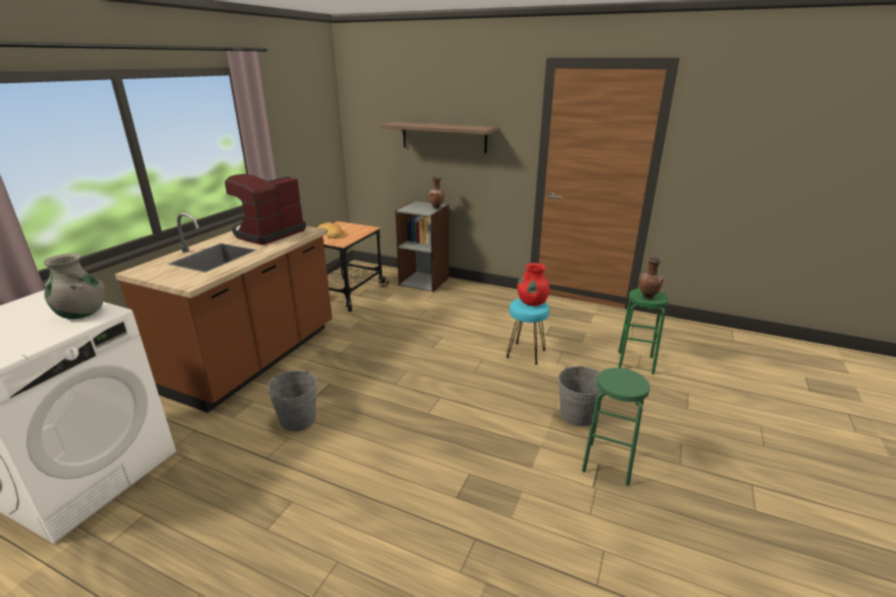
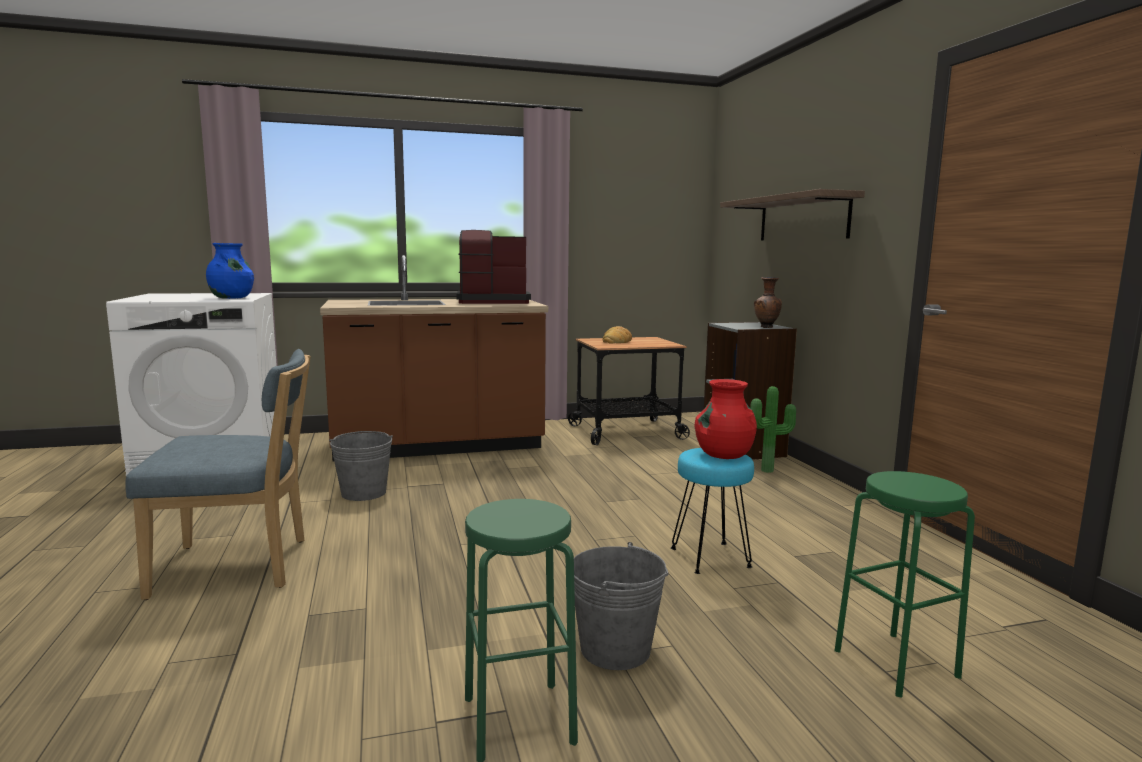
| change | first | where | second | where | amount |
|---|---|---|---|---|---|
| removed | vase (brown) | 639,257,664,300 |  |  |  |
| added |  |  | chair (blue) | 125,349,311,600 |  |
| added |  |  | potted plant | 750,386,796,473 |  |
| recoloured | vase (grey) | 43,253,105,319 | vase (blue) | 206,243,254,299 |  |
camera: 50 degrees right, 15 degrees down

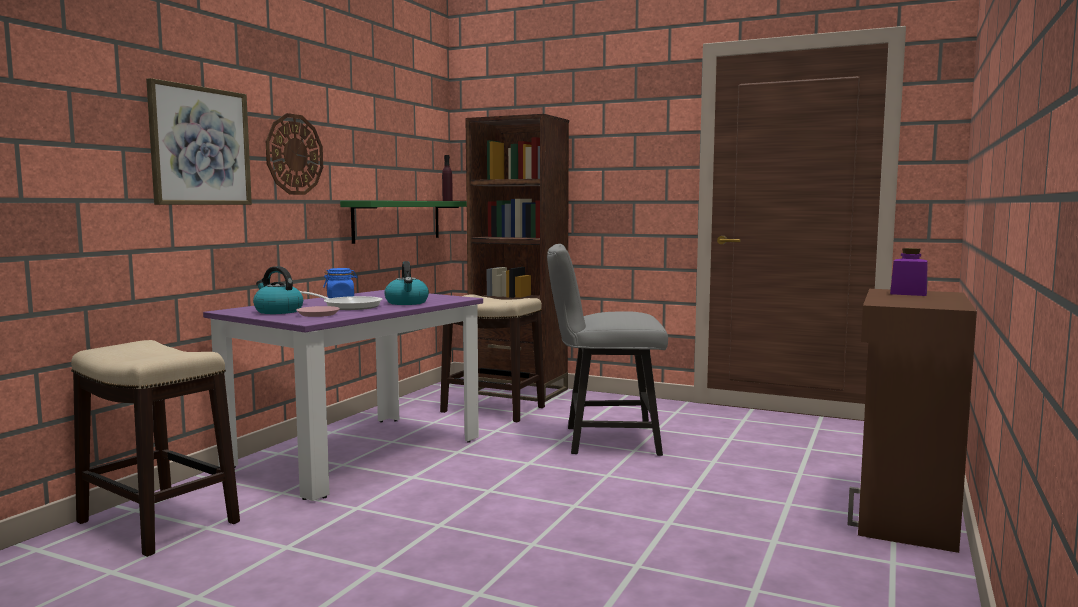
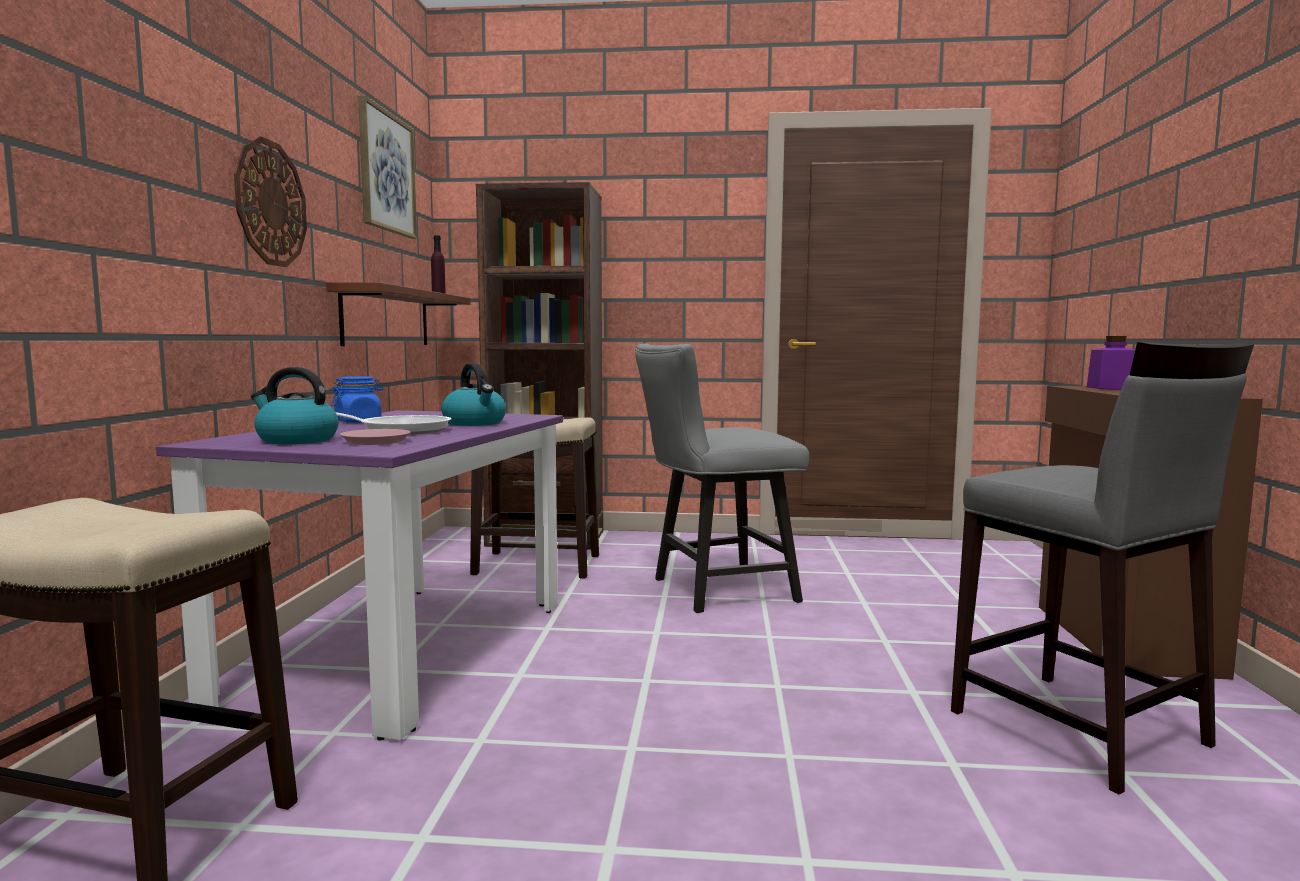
| change | first | where | second | where | amount |
|---|---|---|---|---|---|
| added |  |  | stool (grey) | 951,342,1254,795 |  |
| moved | picture | 146,78,252,205 |  | 358,95,417,239 |  |
| recoloured | shelf (green) | 340,201,467,244 | shelf (brown) | 326,282,470,346 |  |
camera: 20 degrees left, 0 degrees up

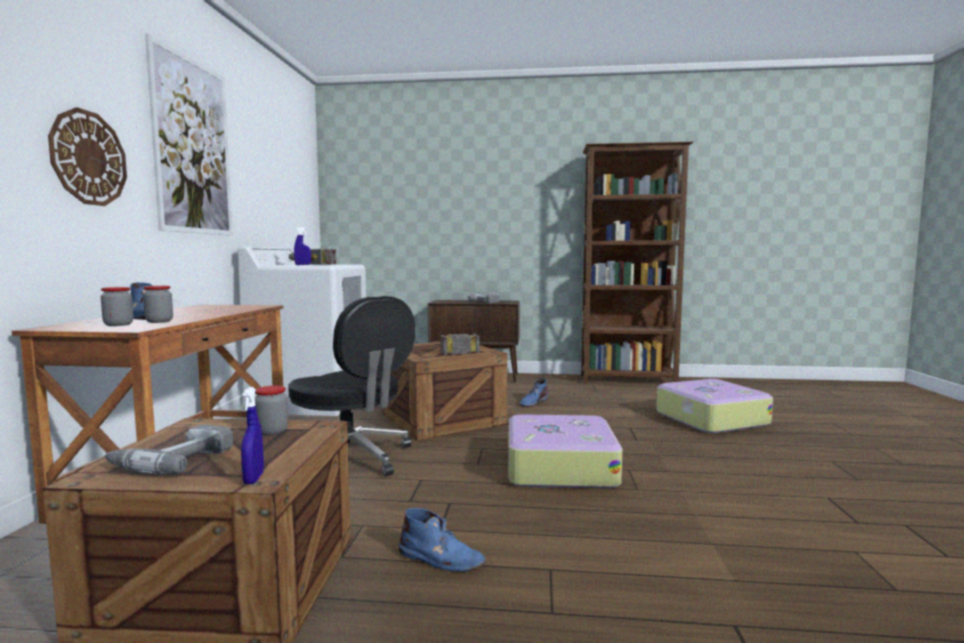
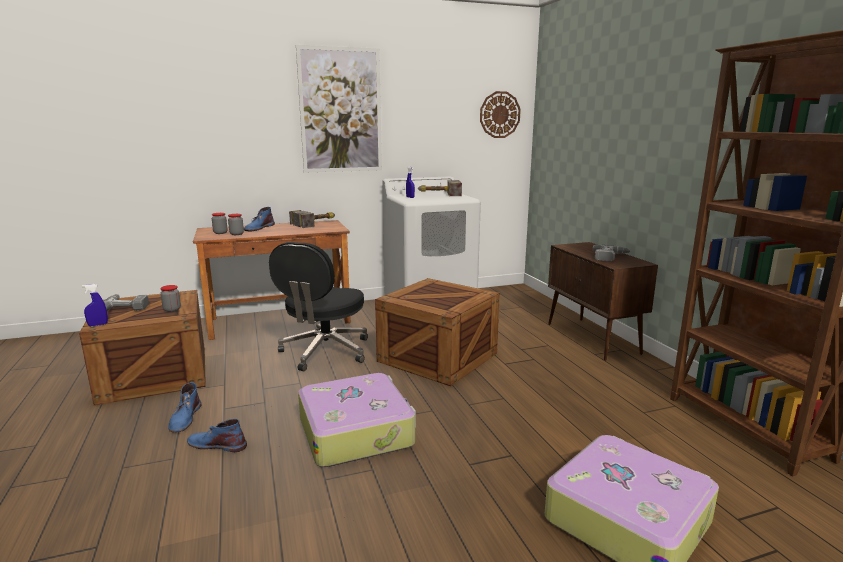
| change | first | where | second | where | amount |
|---|---|---|---|---|---|
| moved | wall clock | 48,107,127,206 |  | 480,91,521,138 |  |
| moved | hammer | 441,334,479,355 |  | 289,210,335,228 |  |
| moved | boot (blue) | 519,379,549,407 |  | 187,419,247,452 |  |
camera: 65 degrees right, 10 degrees up

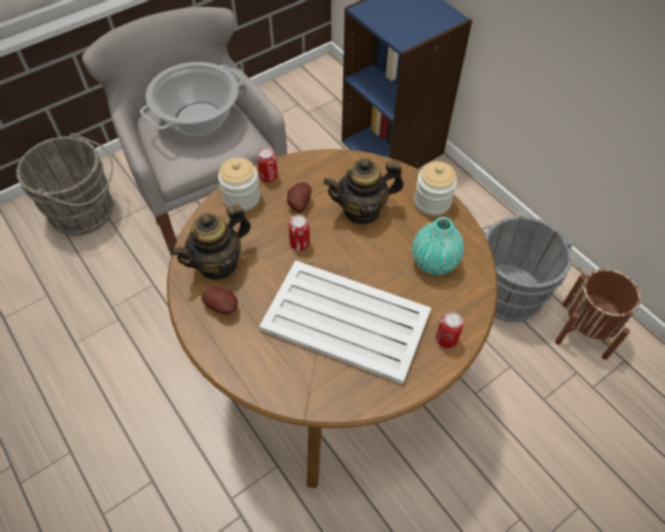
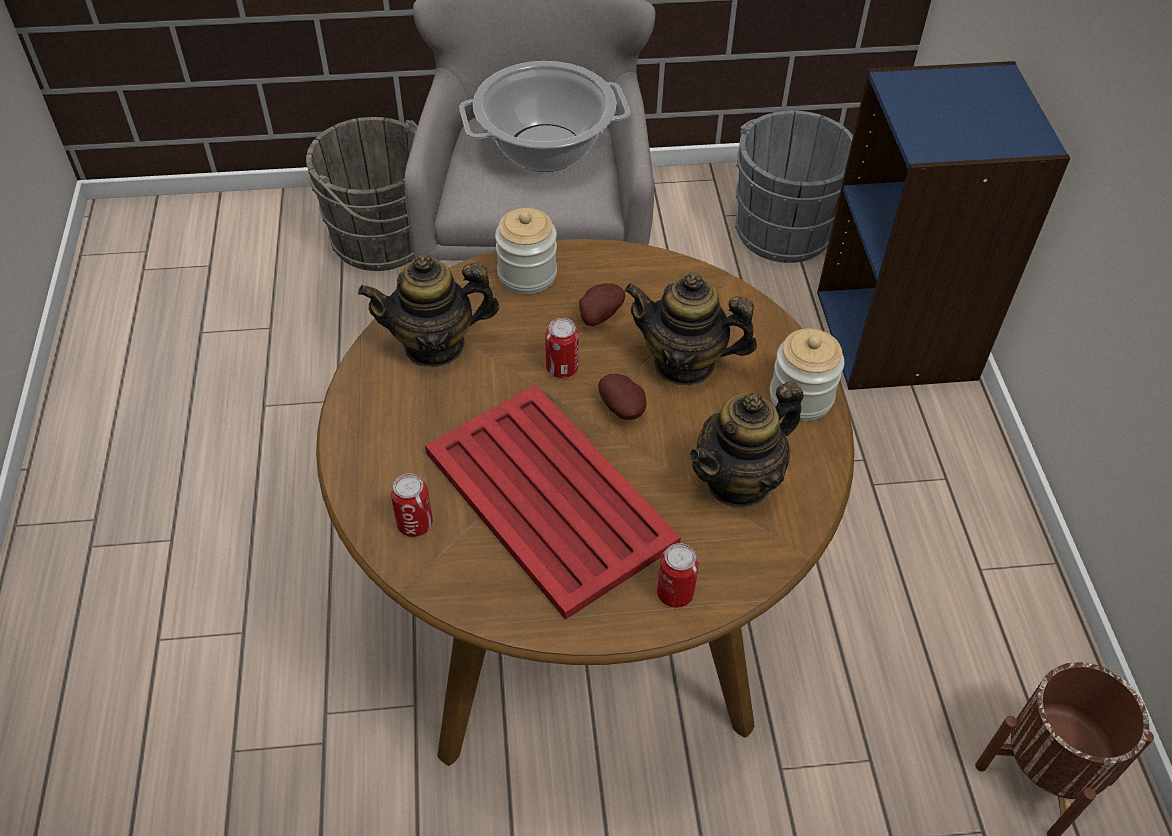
| change | first | where | second | where | amount |
|---|---|---|---|---|---|
| moved | potato | 201,287,238,315 |  | 598,373,647,420 |  |
| moved | can | 257,147,278,182 |  | 391,473,433,537 |  |
| moved | bucket (grey) | 481,216,573,322 |  | 735,110,853,263 |  |
| replaced | vase (turquoise) | 412,217,464,275 | teapot | 689,381,803,509 |  |
| recoloured | tray (white) | 259,260,431,385 | tray (red) | 425,385,681,620 |  |
camera: 30 degrees right, 5 degrees down

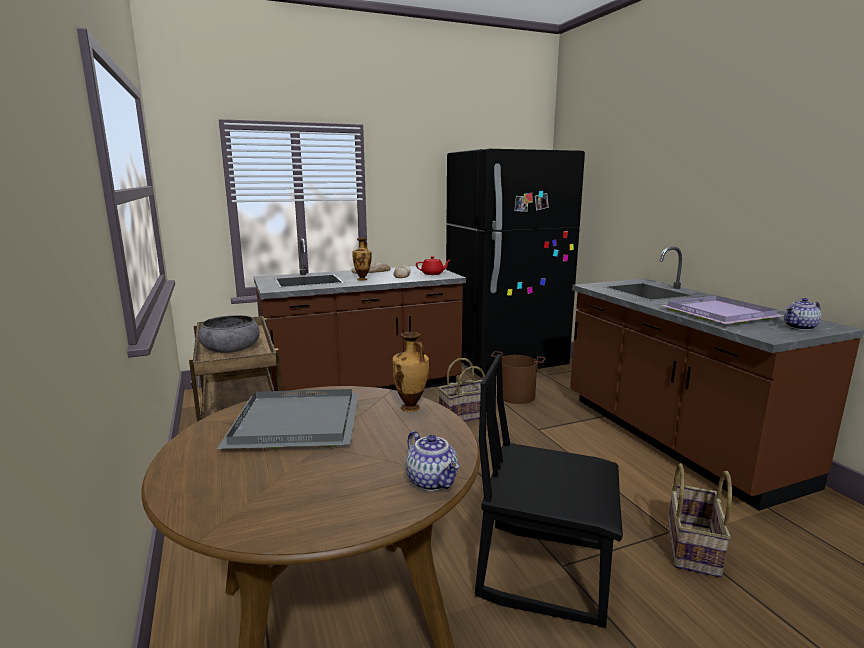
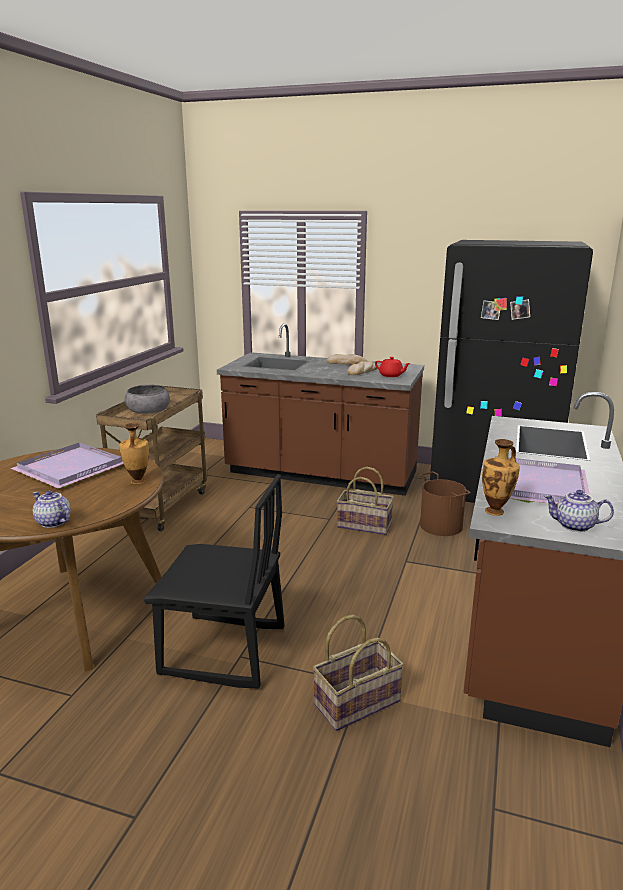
| change | first | where | second | where | amount |
|---|---|---|---|---|---|
| moved | vase | 353,238,372,281 |  | 482,439,520,516 |  |
| recoloured | tray (grey) | 217,389,359,449 | tray (purple) | 10,443,124,488 |  |
| turned | teapot | 406,431,459,491 |  | 33,491,71,528 | 120 degrees clockwise |
| turned | chair (black) | 475,354,623,628 |  | 144,474,285,688 | 135 degrees clockwise |
camera: 40 degrees right, 5 degrees up

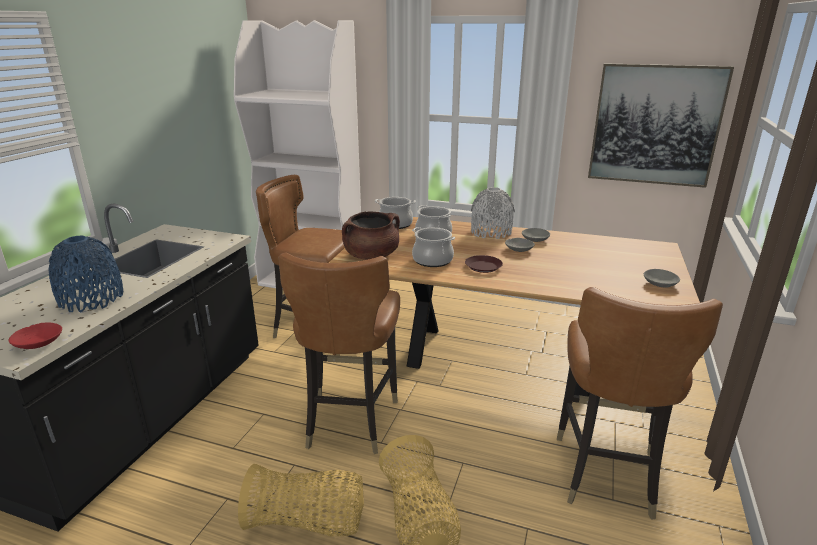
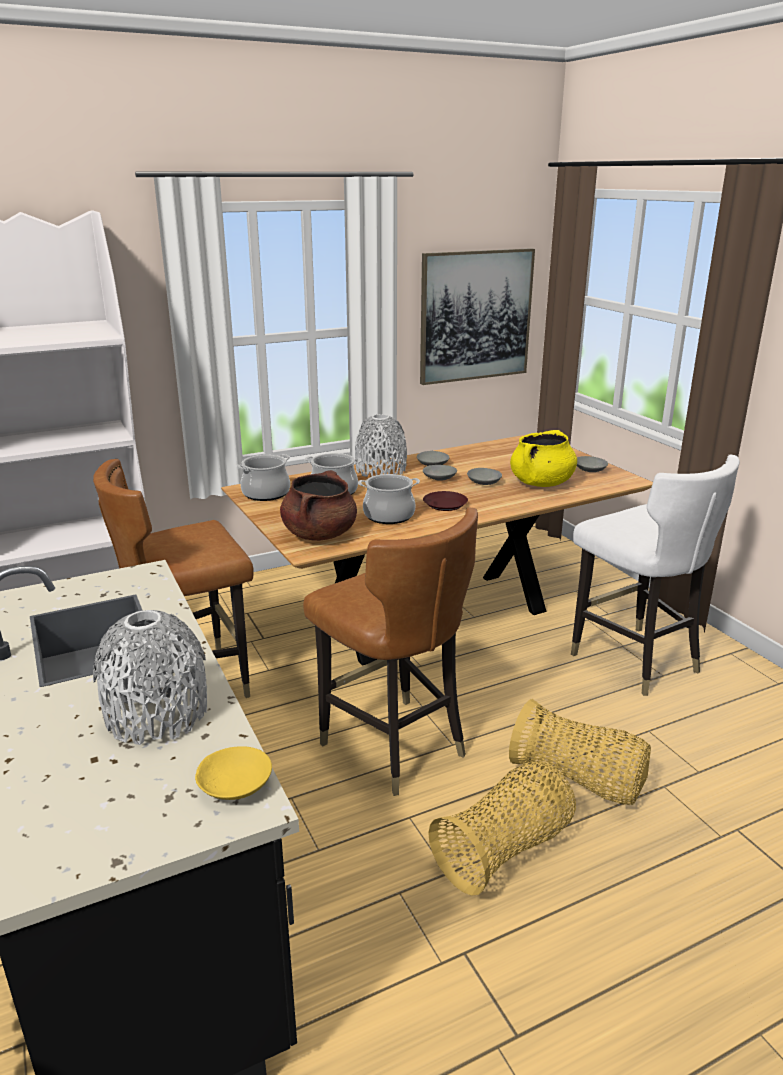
| change | first | where | second | where | amount |
|---|---|---|---|---|---|
| added |  |  | bowl (grey) | 467,468,502,485 |  |
| added |  |  | cooking pot (yellow) | 510,430,577,487 |  |
| recoloured | bowl (red) | 9,322,62,349 | bowl (yellow) | 195,746,272,800 |  |
| recoloured | vase (blue) | 49,236,123,312 | vase (grey) | 93,610,207,745 |  |
| recoloured | chair (brown) | 557,287,723,520 | chair (white) | 571,455,740,696 |  |
camera: 45 degrees left, 0 degrees up

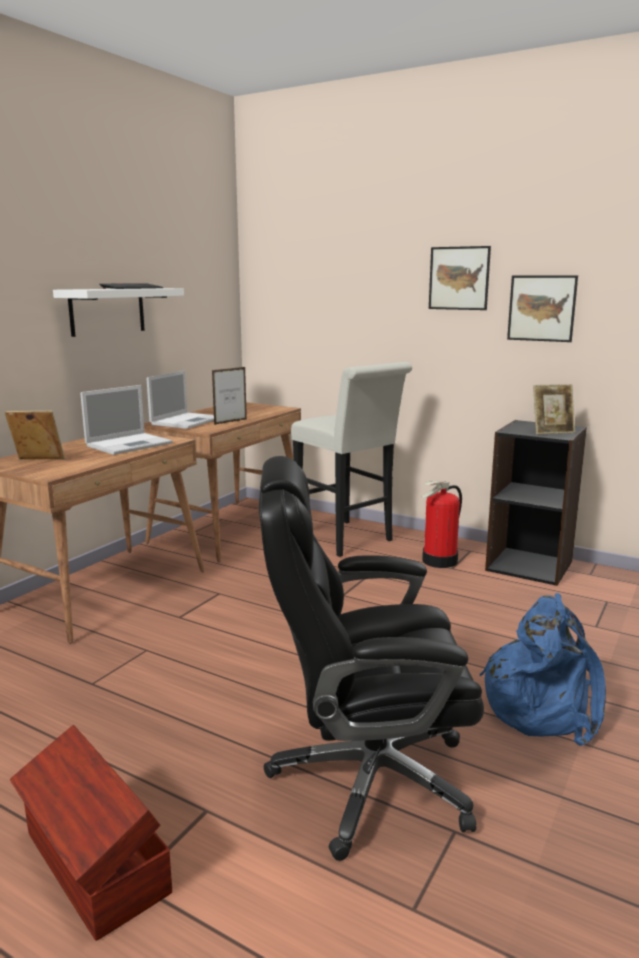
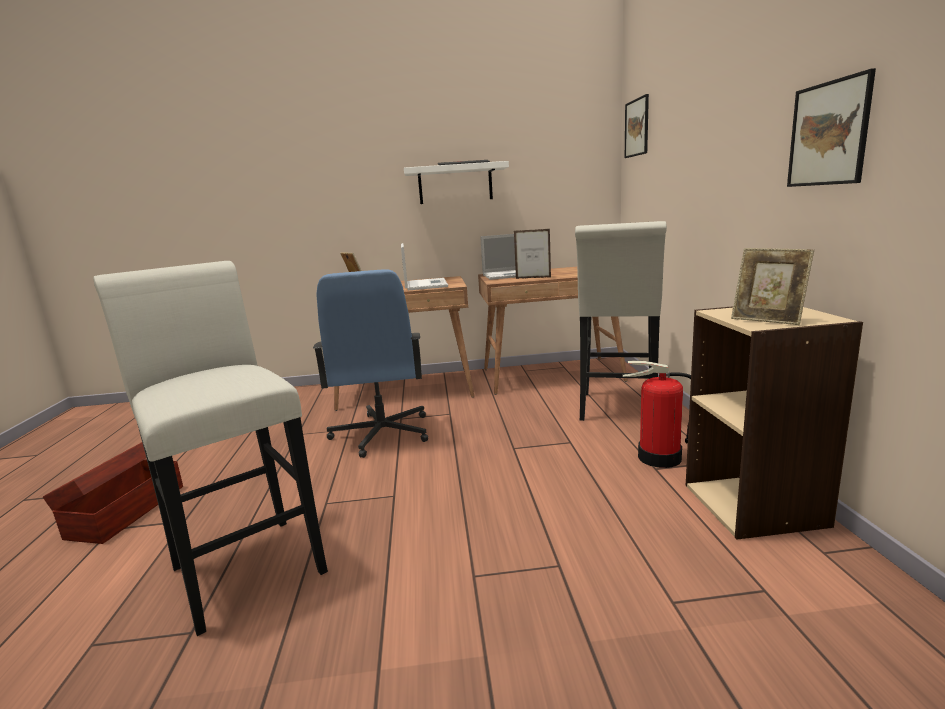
| change | first | where | second | where | amount |
|---|---|---|---|---|---|
| removed | backpack (blue) | 479,593,606,746 |  |  |  |
| added |  |  | office chair (blue) | 313,269,428,458 |  |
| moved | picture | 429,246,491,310 |  | 625,94,649,158 |  |
| replaced | office chair (black) | 259,456,484,861 | stool (white) | 93,261,328,636 |  |
| recoloured | bookcase (black) | 485,420,587,586 | bookcase (beige) | 686,306,863,539 |  |
| turned | laptop | 80,385,173,455 |  | 401,243,448,290 | 105 degrees counterclockwise |
camera: 55 degrees right, 0 degrees up

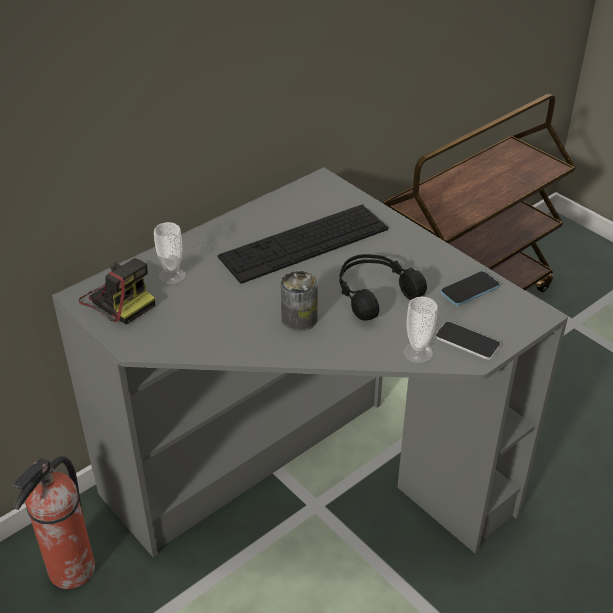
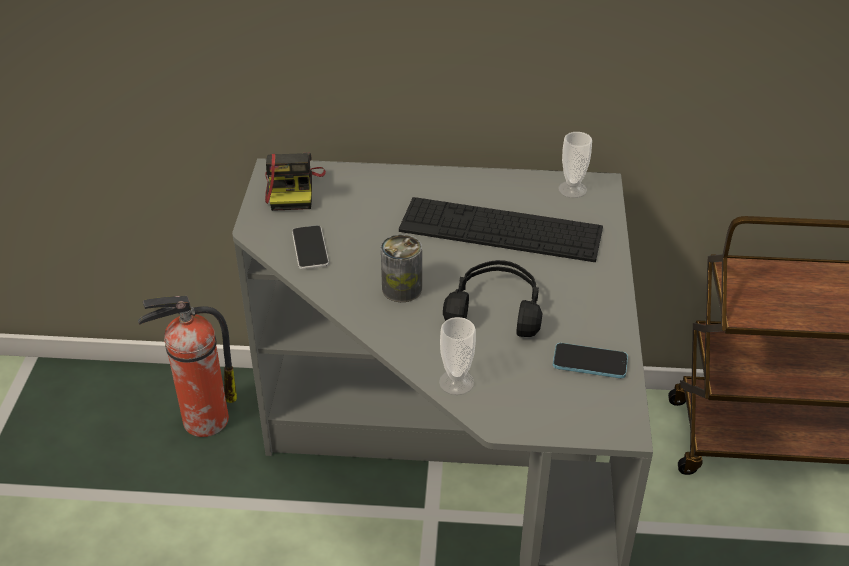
| change | first | where | second | where | amount |
|---|---|---|---|---|---|
| moved | cup | 154,222,186,284 |  | 558,132,592,198 |  |
| moved | phone | 435,321,501,360 |  | 292,225,329,269 |  |
camera: 45 degrees right, 0 degrees up

